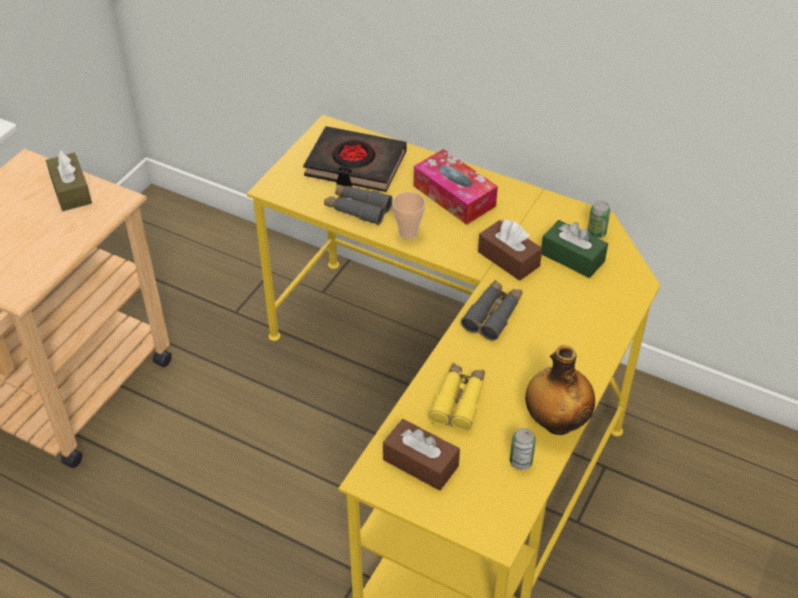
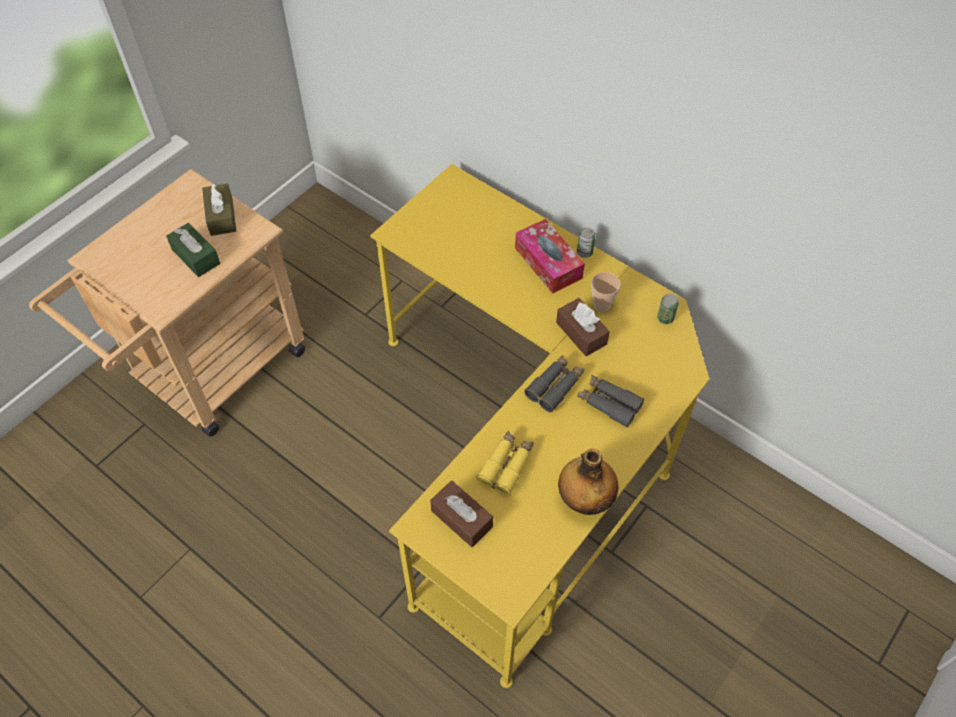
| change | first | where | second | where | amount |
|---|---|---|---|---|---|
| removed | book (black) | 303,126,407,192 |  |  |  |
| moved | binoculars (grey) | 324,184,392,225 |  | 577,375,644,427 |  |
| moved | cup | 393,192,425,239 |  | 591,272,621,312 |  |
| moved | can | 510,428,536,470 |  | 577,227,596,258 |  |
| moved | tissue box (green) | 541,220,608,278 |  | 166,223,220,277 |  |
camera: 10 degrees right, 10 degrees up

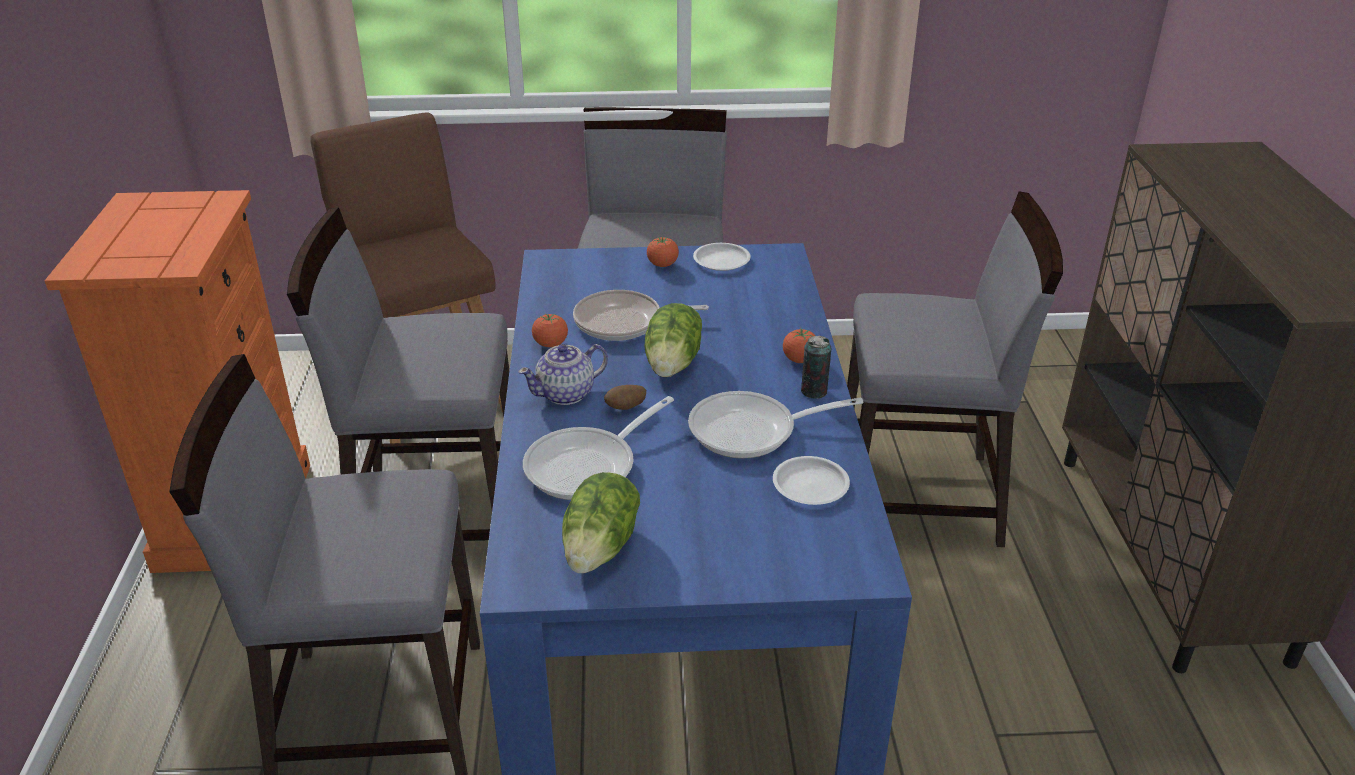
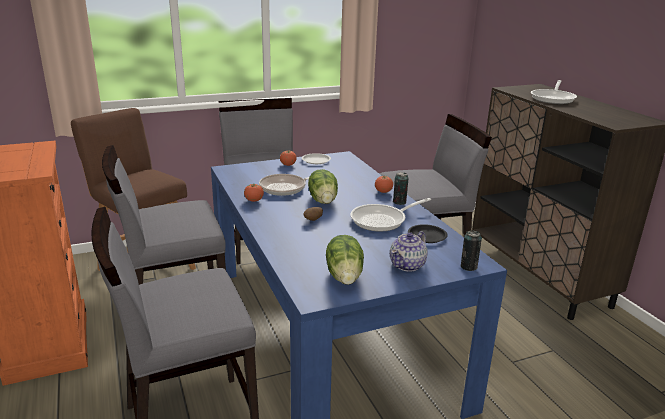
| change | first | where | second | where | amount |
|---|---|---|---|---|---|
| added |  |  | can | 461,230,482,271 |  |
| moved | teapot | 518,344,608,405 |  | 390,231,428,272 |  |
| moved | frying pan | 523,396,674,500 |  | 531,80,577,104 |  |
| recoloured | plate (white) | 773,456,850,505 | plate (black) | 408,224,448,243 |  |
camera: 20 degrees left, 10 degrees down

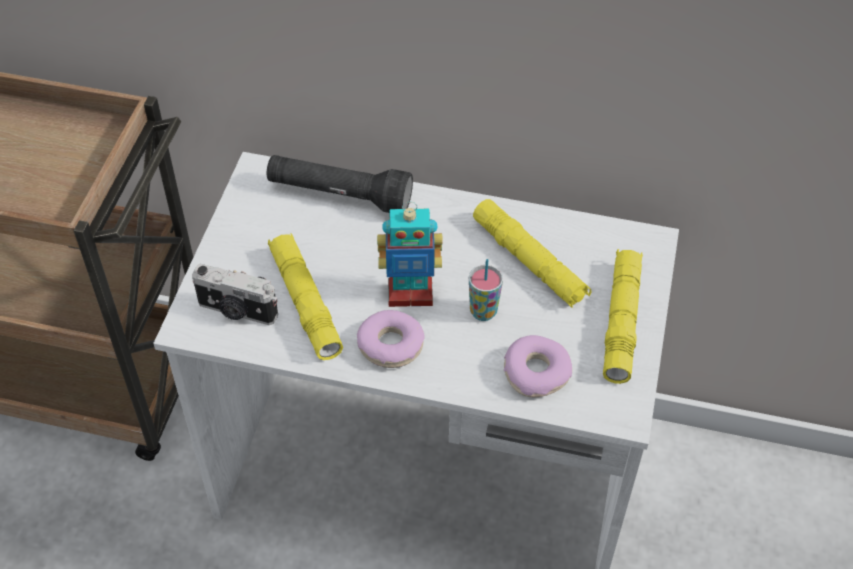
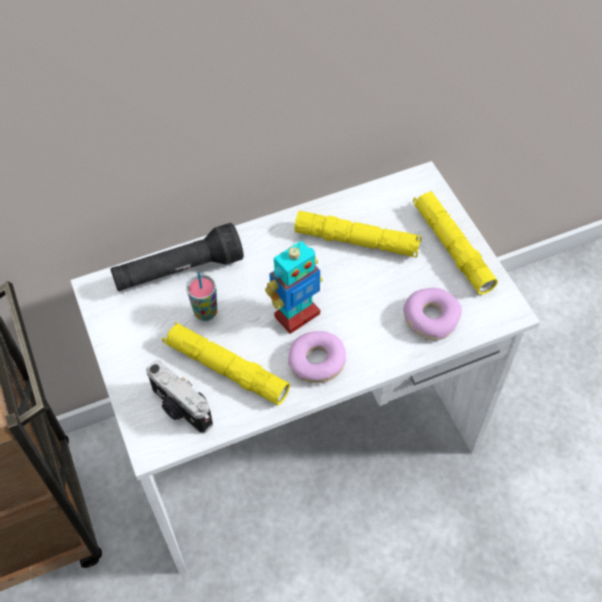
| change | first | where | second | where | amount |
|---|---|---|---|---|---|
| moved | cup | 469,259,503,321 |  | 186,272,217,321 |  |
| turned | photo camera | 192,264,278,325 |  | 146,360,213,433 | 60 degrees clockwise |
camera: 35 degrees left, 5 degrees up

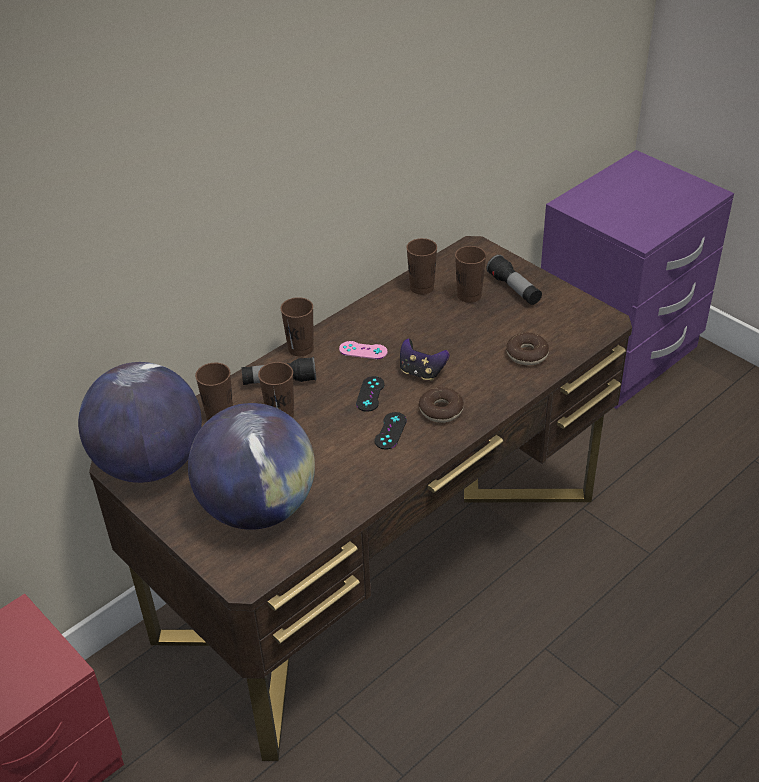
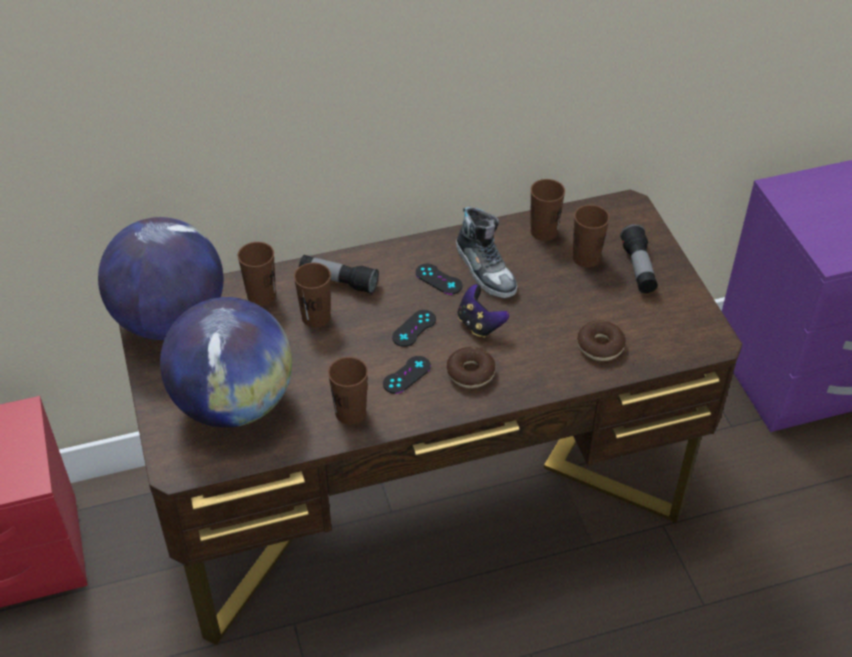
| change | first | where | second | where | amount |
|---|---|---|---|---|---|
| added |  |  | shoe | 456,207,517,299 |  |
| moved | cup (brown) | 280,297,314,356 |  | 328,357,368,424 |  |
| recoloured | game controller (pink) | 339,341,388,359 | game controller (black) | 416,264,462,295 |  |
camera: 25 degrees right, 5 degrees up

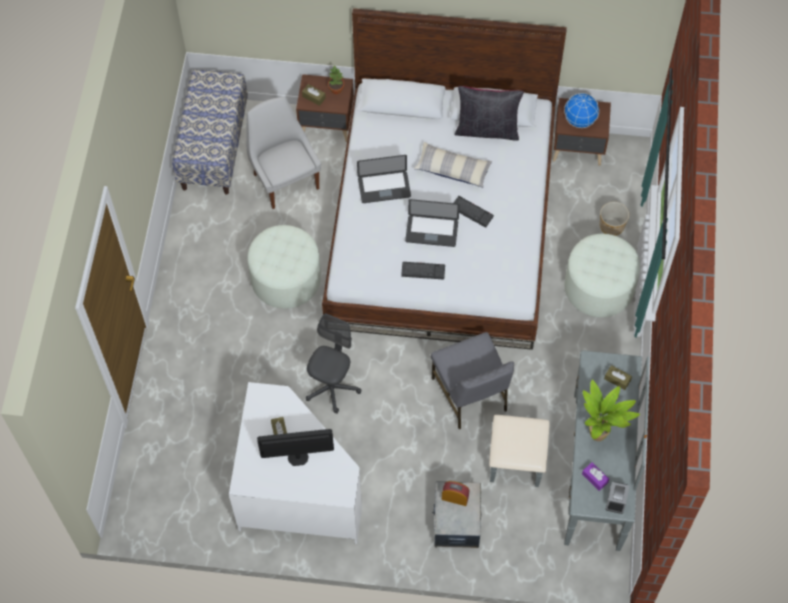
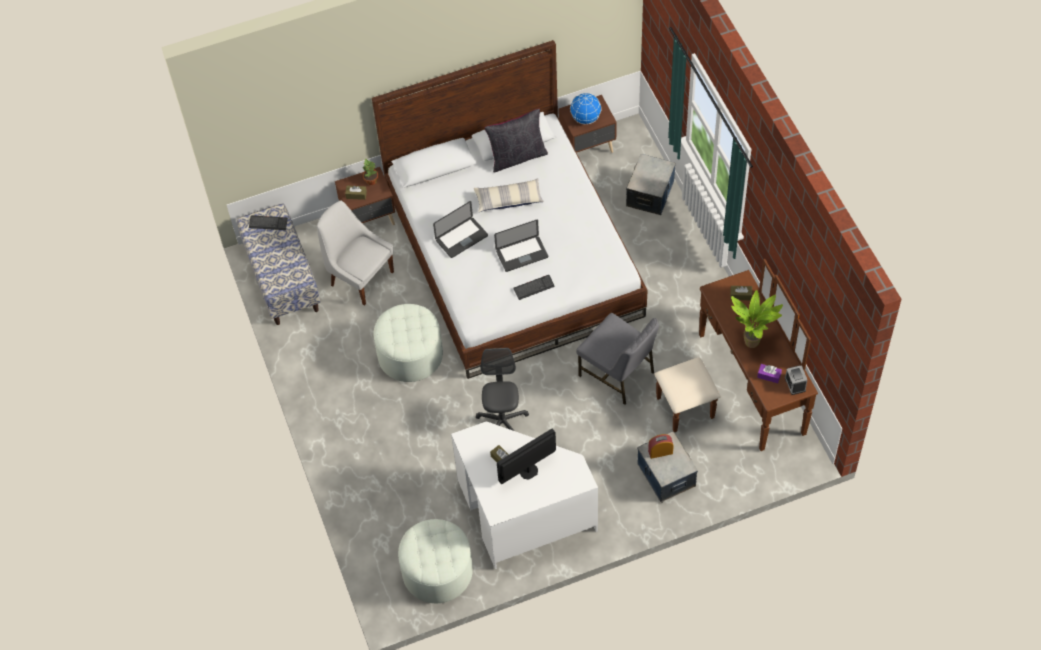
| change | first | where | second | where | amount |
|---|---|---|---|---|---|
| moved | keyboard | 454,196,494,228 |  | 249,215,288,230 |  |
| moved | ottoman (white) | 564,234,640,317 |  | 398,519,473,603 |  |
| replaced | planter | 600,202,629,236 | storage box | 626,154,676,215 |  |
| recoloured | dresser (grey) | 489,350,650,551 | dresser (brown) | 654,259,818,451 |  |
camera: 25 degrees left, 5 degrees down

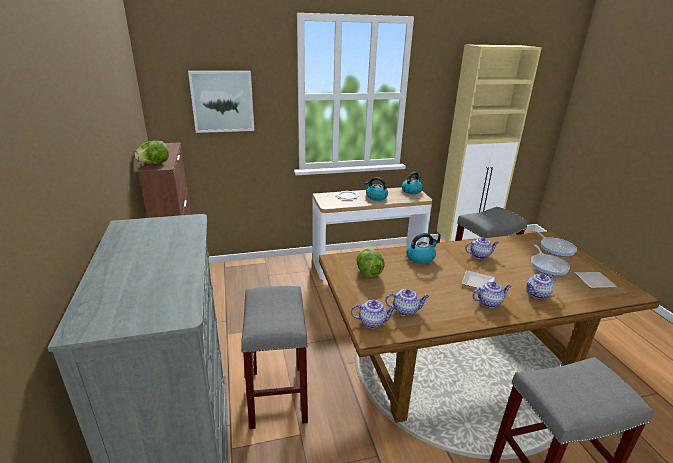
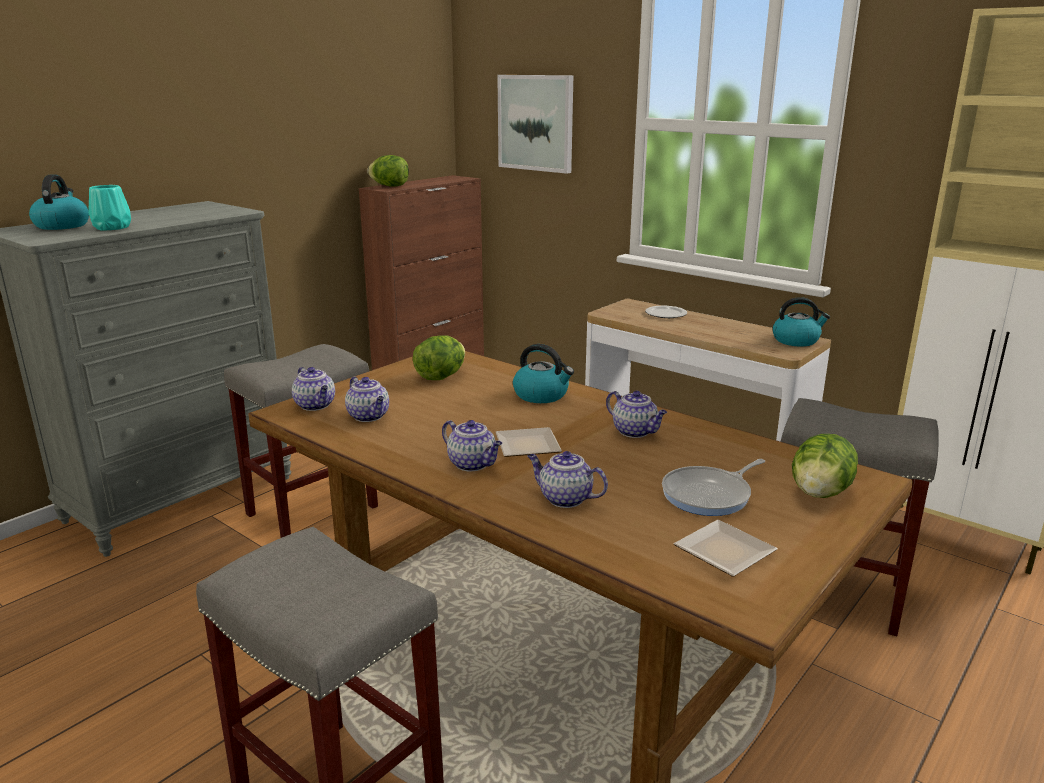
| change | first | where | second | where | amount |
|---|---|---|---|---|---|
| added |  |  | vase (turquoise) | 89,185,131,231 |  |
| moved | kettle | 365,177,388,201 |  | 29,174,89,230 |  |
| replaced | frying pan | 533,230,577,256 | lettuce | 792,434,858,498 |  |
camera: 55 degrees right, 5 degrees down

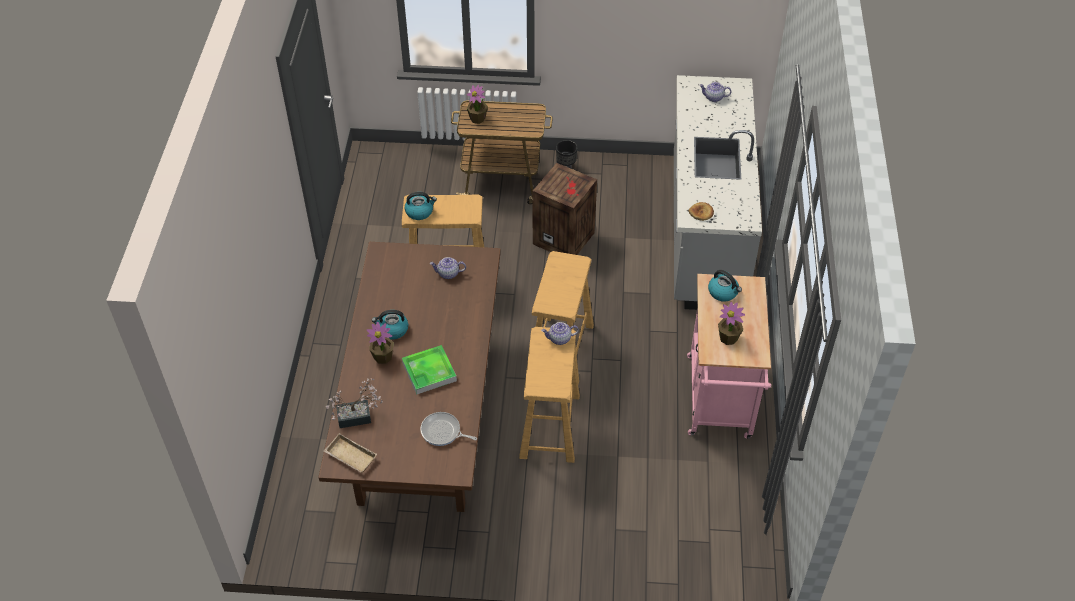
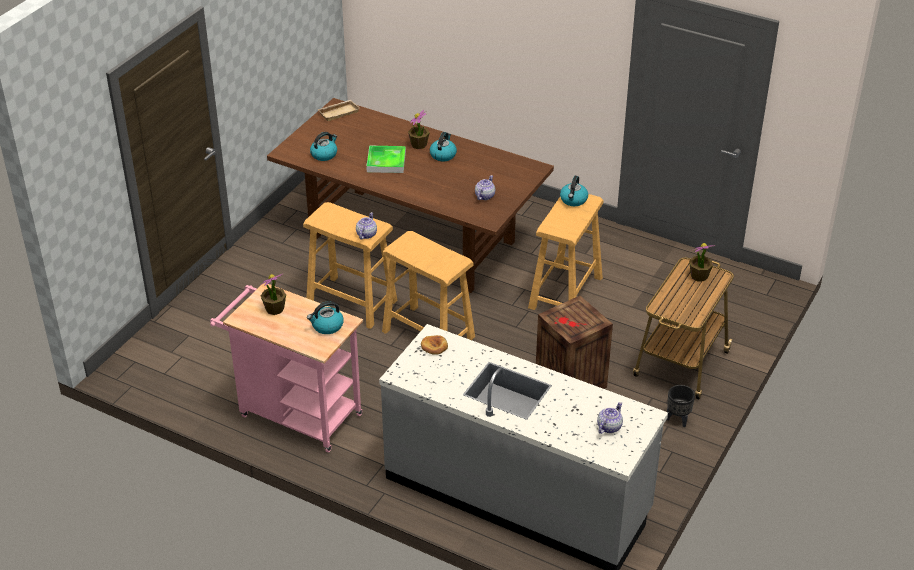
| change | first | where | second | where | amount |
|---|---|---|---|---|---|
| removed | potted plant | 326,378,383,428 |  |  |  |
| replaced | frying pan | 420,412,477,446 | kettle | 310,132,337,161 |  |
camera: 115 degrees right, 10 degrees down

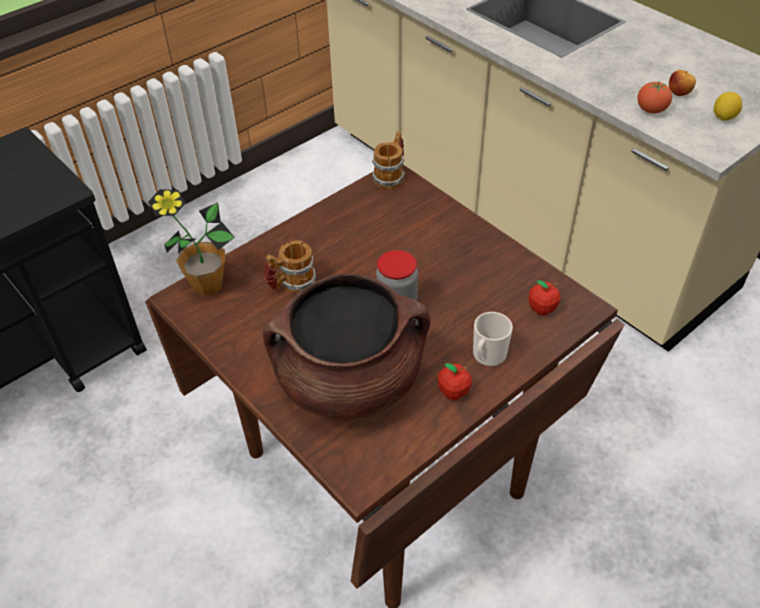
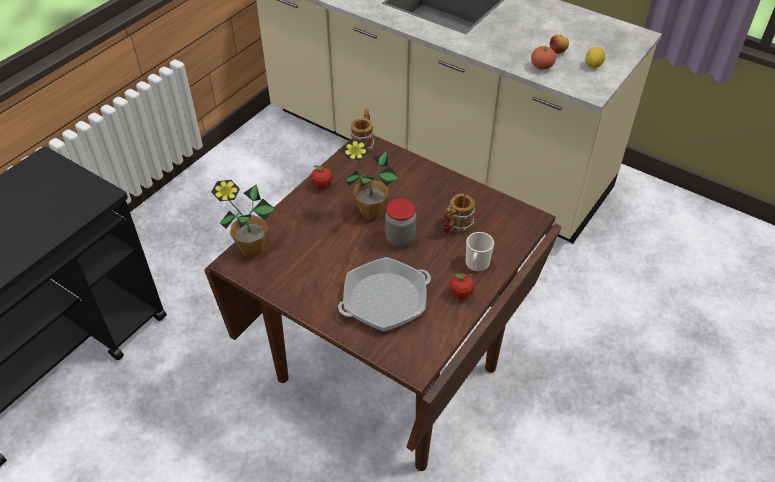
| change | first | where | second | where | amount |
|---|---|---|---|---|---|
| added |  |  | potted plant | 342,140,398,220 |  |
| moved | mug | 264,240,316,293 |  | 442,194,475,234 |  |
| moved | apple | 528,280,561,316 |  | 311,165,333,190 |  |
| replaced | cooking pot (brown) | 263,274,430,420 | frying pan | 338,257,431,331 |  |
camera: 15 degrees left, 0 degrees up

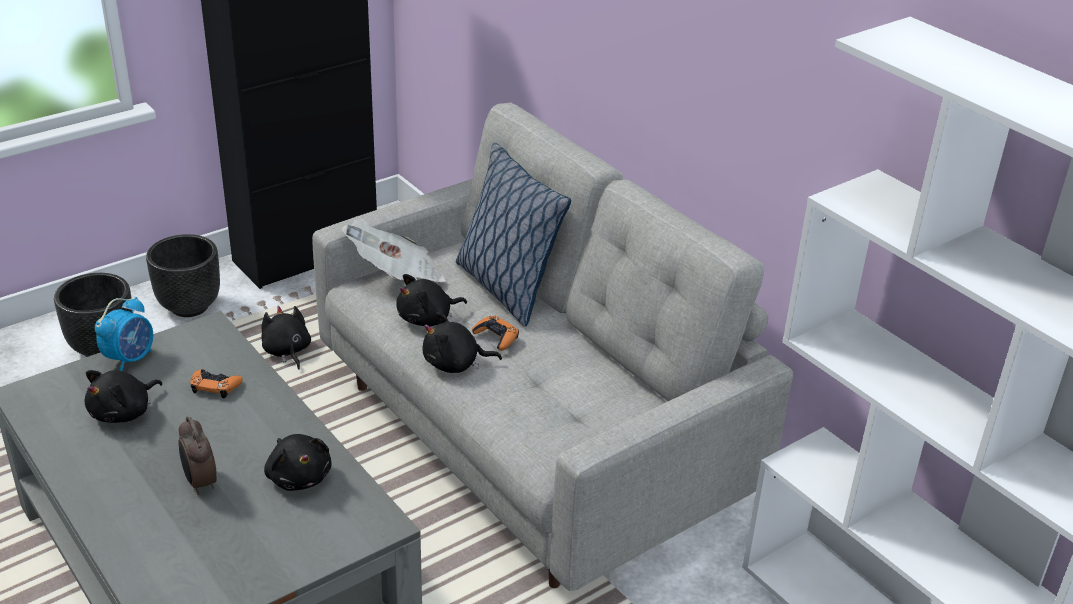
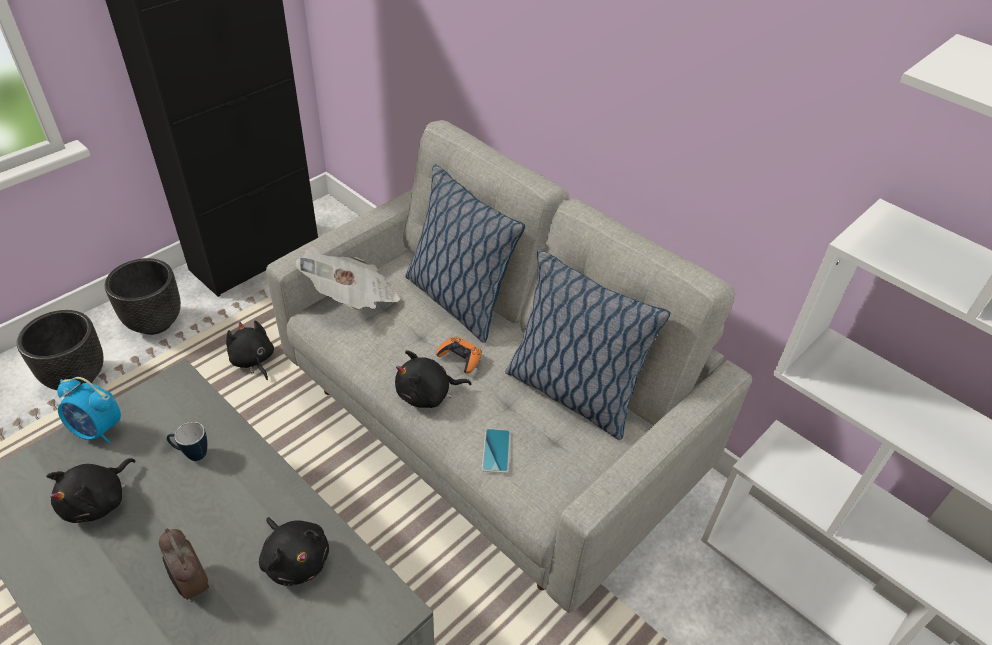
| change | first | where | second | where | amount |
|---|---|---|---|---|---|
| removed | plush toy (black) | 396,274,467,327 |  |  |  |
| added |  |  | phone | 482,429,511,473 |  |
| added |  |  | pillow | 505,249,670,440 |  |
| replaced | game controller (orange) | 190,369,243,398 | mug | 167,422,207,461 |  |
| turned | alarm clock | 95,297,153,371 |  | 57,377,121,444 | 90 degrees clockwise |
camera: 10 degrees left, 10 degrees up

